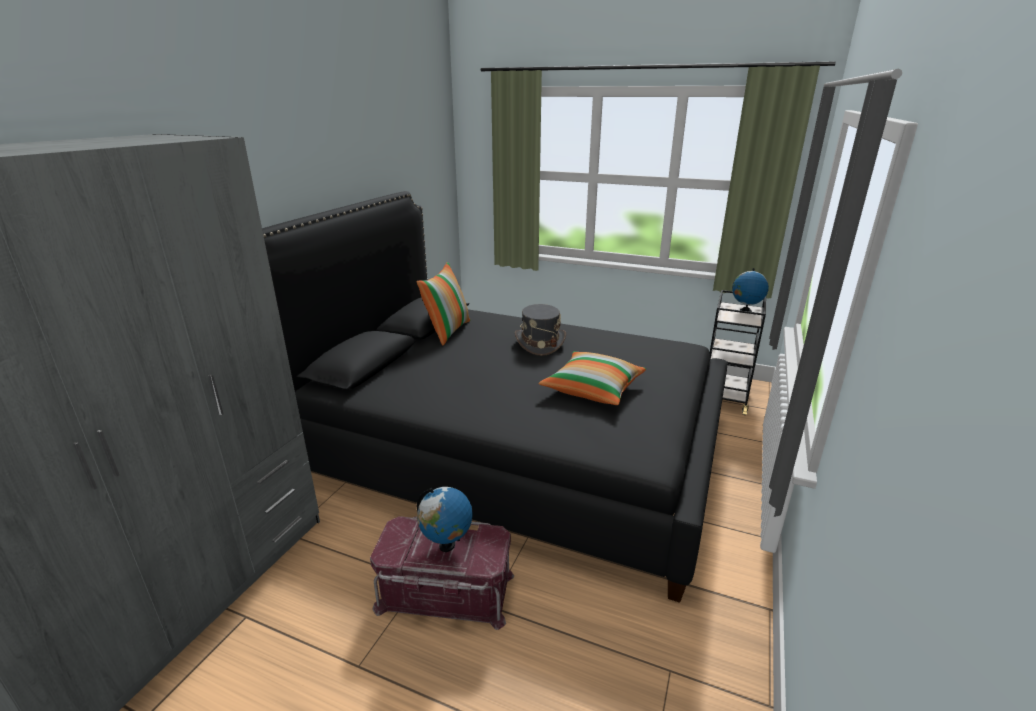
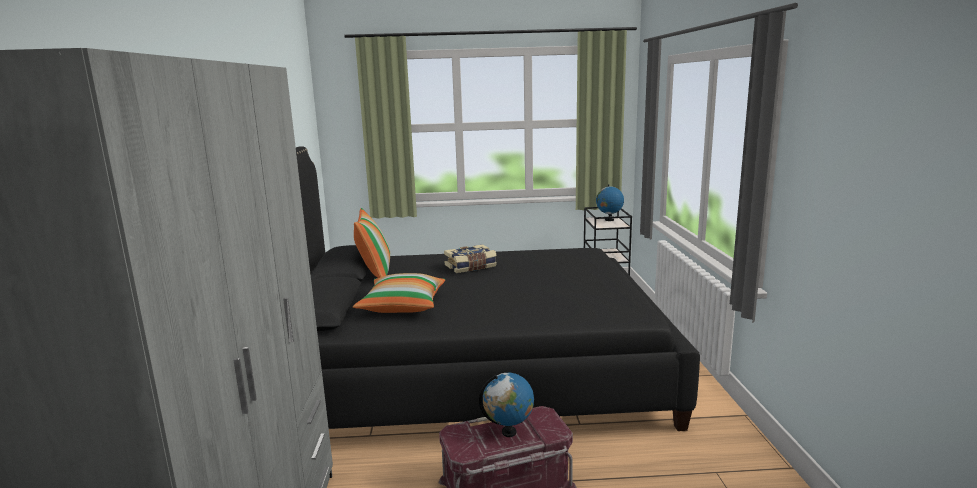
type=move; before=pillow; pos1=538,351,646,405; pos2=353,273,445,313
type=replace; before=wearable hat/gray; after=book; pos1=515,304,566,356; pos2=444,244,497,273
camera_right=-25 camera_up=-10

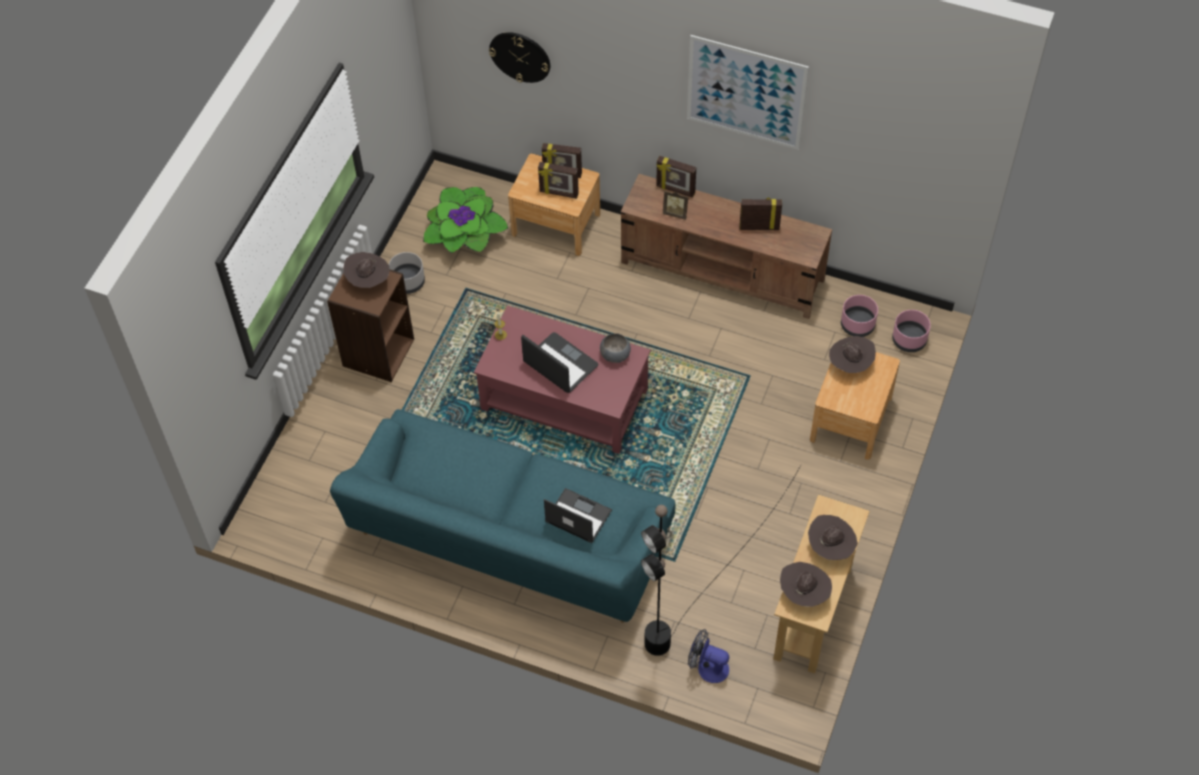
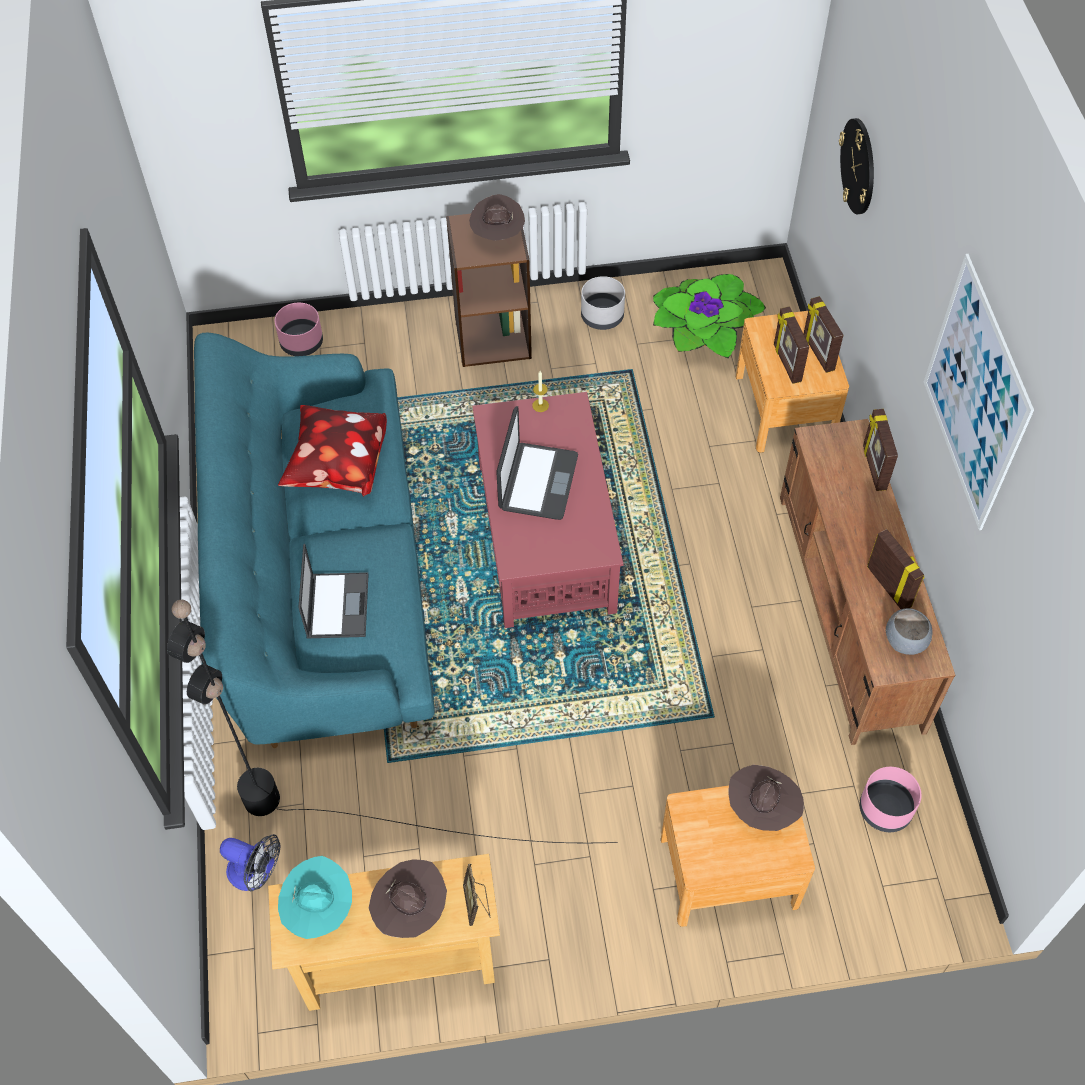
type=rotate; before=electric fan; pos1=688,629,729,683; pos2=220,834,281,891; turn=120
type=move; before=plant pot/pink-coloured; pos1=892,310,931,352; pos2=274,303,323,356
type=insert; after=pillow; pos2=278,405,387,497
type=recolor; before=wearable hat/brown-coloured; after=wearable hat/turquoise-coloured; pos1=780,562,832,607; pos2=278,856,352,939
type=move; before=standing frame; pos1=663,191,688,220; pos2=463,864,490,926
type=move; before=bowl/gray; pos1=600,333,631,363; pos2=886,608,933,655
camera_right=60 camera_up=0

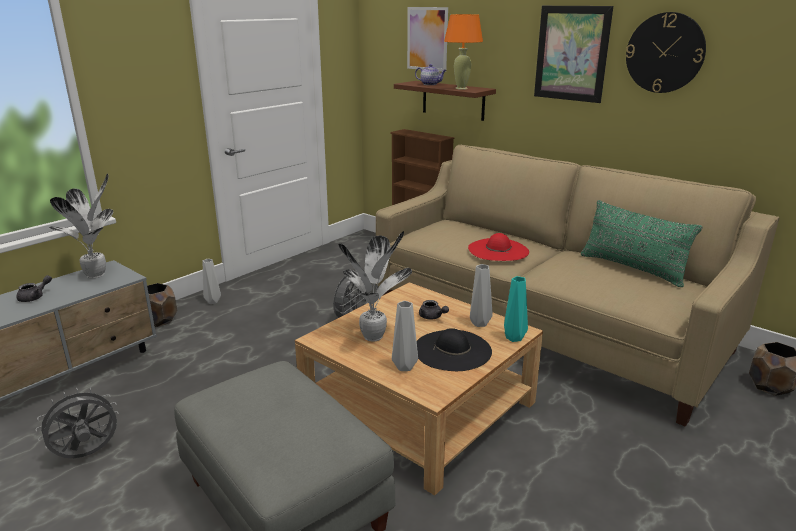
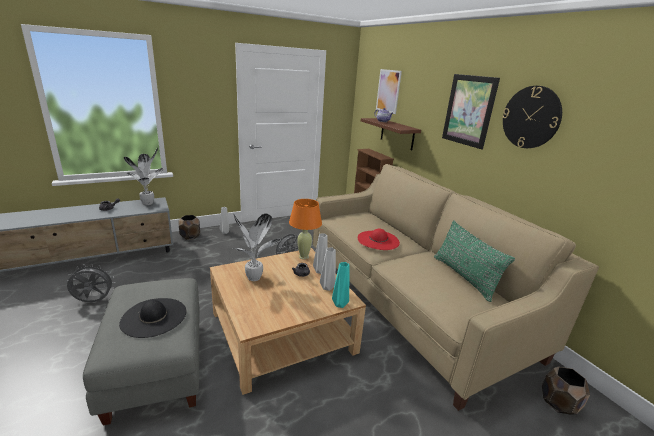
type=move; before=wearable hat/black; pos1=417,328,492,371; pos2=119,298,186,338
type=move; before=table lamp/orangey; pos1=444,14,483,90; pos2=289,199,322,259
type=move; before=decorative vase/gray; pos1=392,301,418,371; pos2=313,233,328,274
camera_right=20 camera_up=0

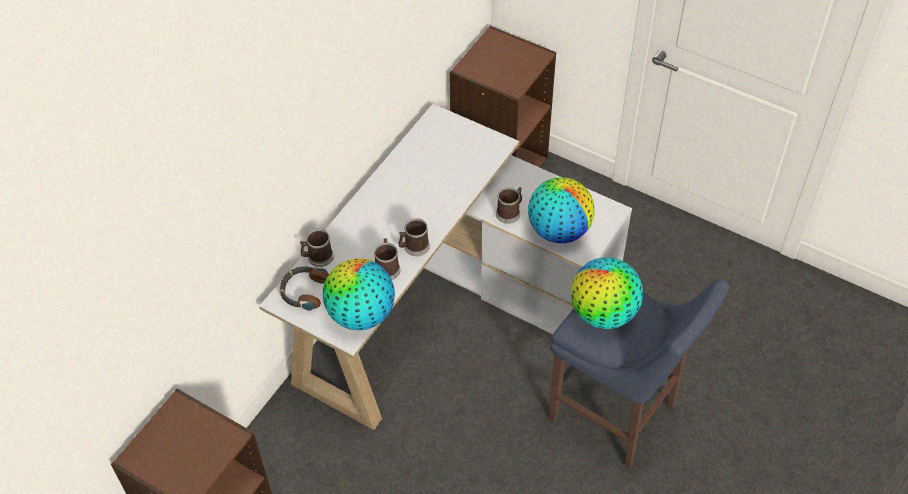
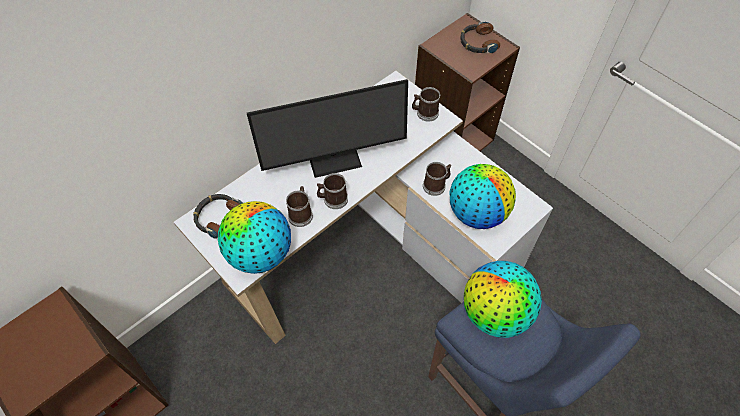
type=insert; after=computer screen; pos2=247,79,408,178
type=move; before=mug; pos1=300,229,334,267; pos2=412,87,441,122
type=insert; after=headphones; pos2=461,21,500,53
camera_right=15 camera_up=5

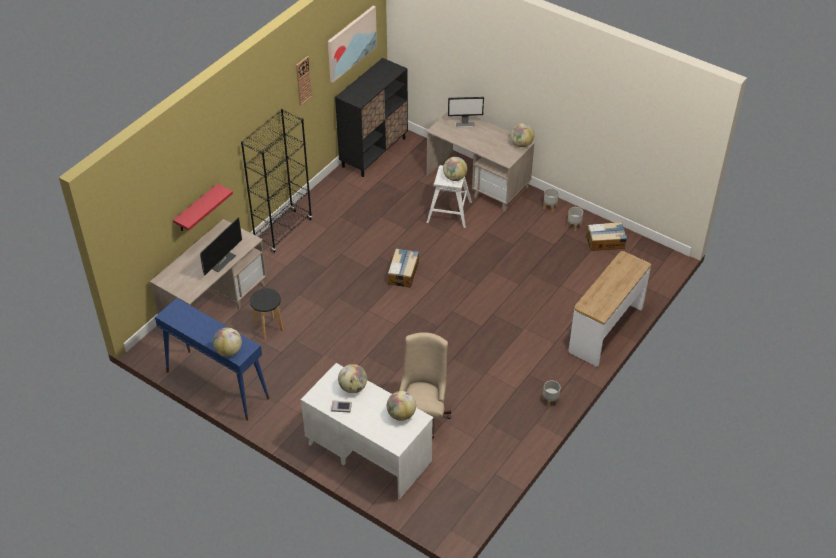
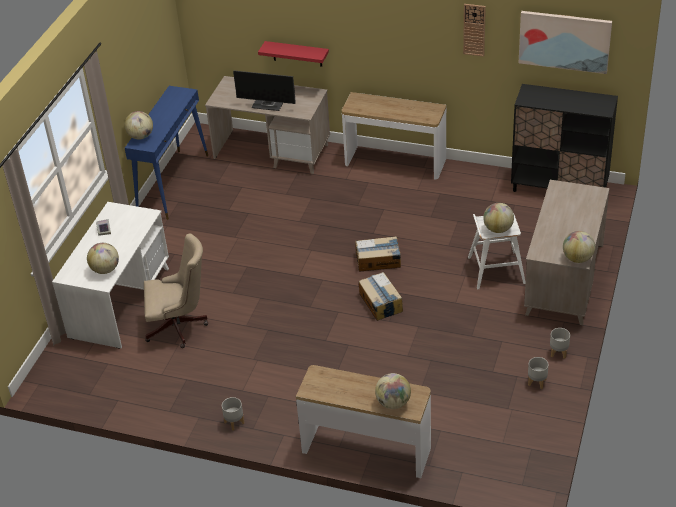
type=replace; before=shelving unit/black; after=console table; pos1=241,109,312,253; pos2=342,92,446,179
type=move; before=cardboard box; pos1=586,222,627,251; pos2=359,272,403,321
type=move; before=desk globe; pos1=338,364,367,393; pos2=375,373,411,409
type=delete; before=stool seat/black; pos1=250,288,283,339
type=delete; before=computer screen; pos1=448,97,484,127
camera_right=75 camera_up=-5

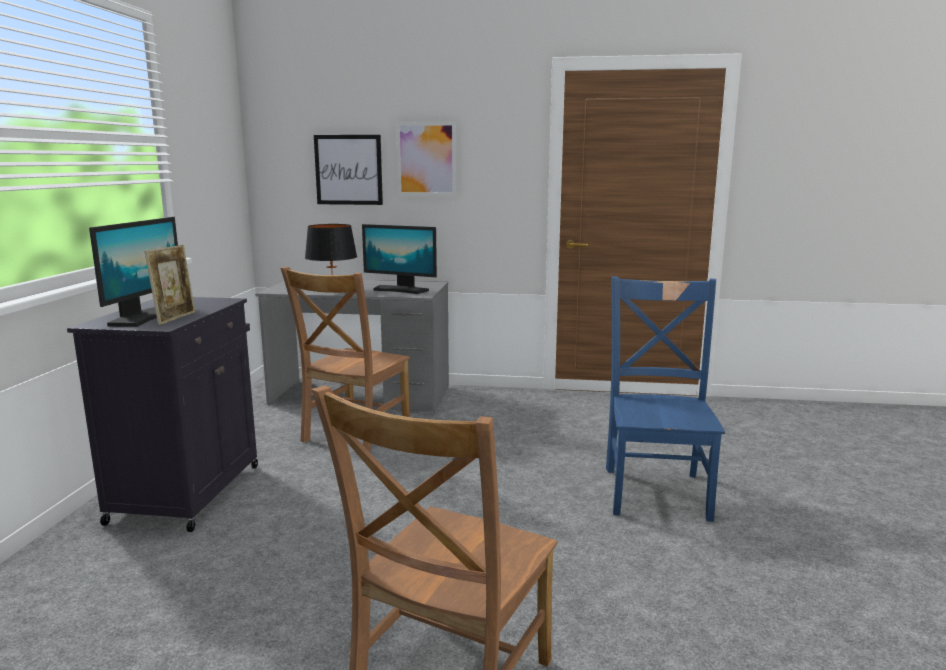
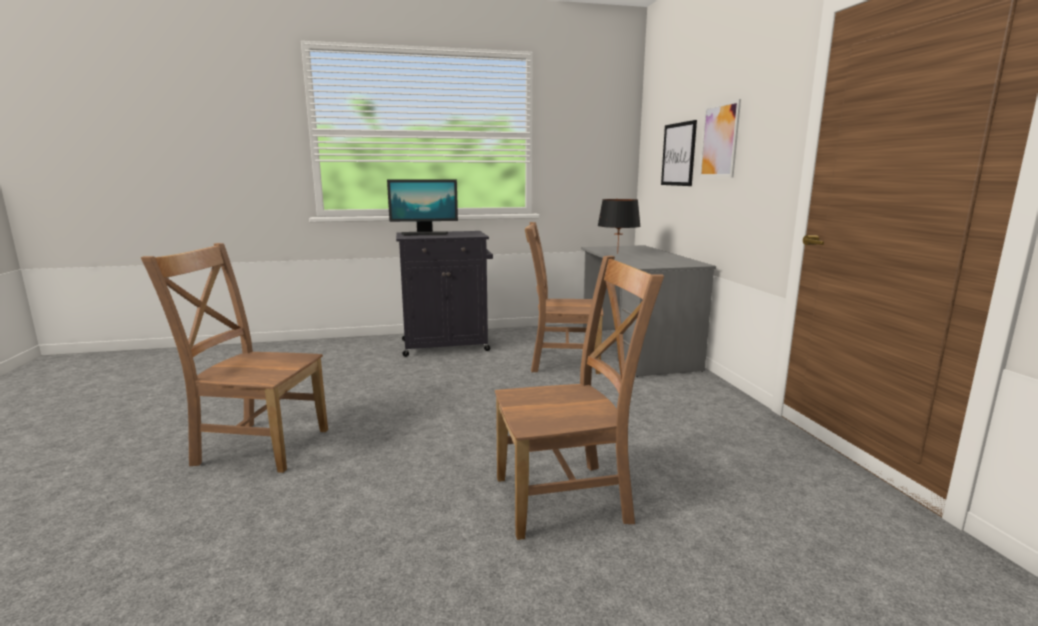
type=recolor; before=plain chair/bluish; after=plain chair/brown-coloured; pos1=606,276,725,522; pos2=495,256,664,540
type=delete; before=standing frame; pos1=145,245,195,325
type=delete; before=computer screen; pos1=362,224,437,294
camera_right=70 camera_up=0

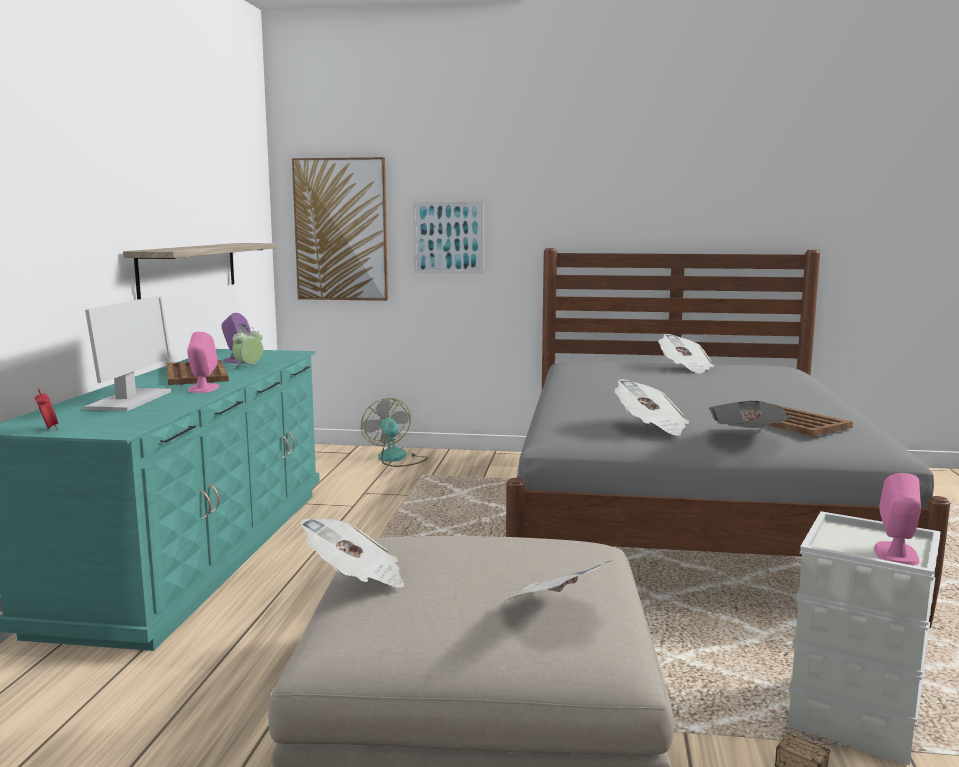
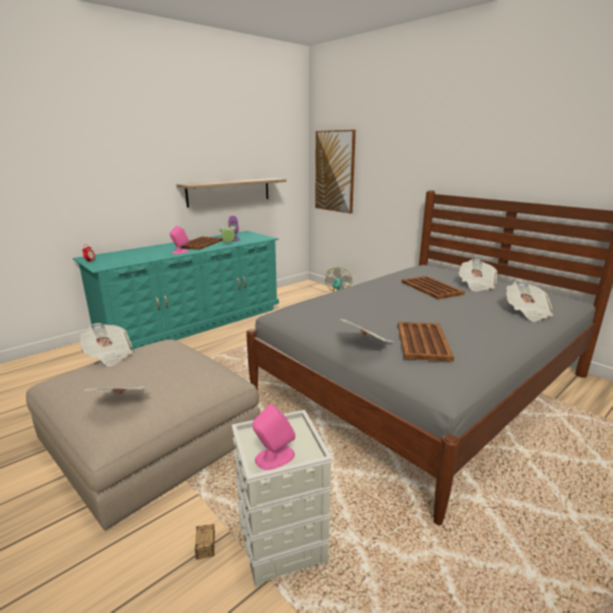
type=insert; after=carrying tray/brown-coloured; pos2=402,276,465,299
type=move; before=printed paper; pos1=615,379,689,436; pos2=506,281,553,322
type=delete; before=computer screen; pos1=84,295,171,411
type=delete; before=wall picture; pos1=413,202,483,274
camera_right=40 camera_up=10

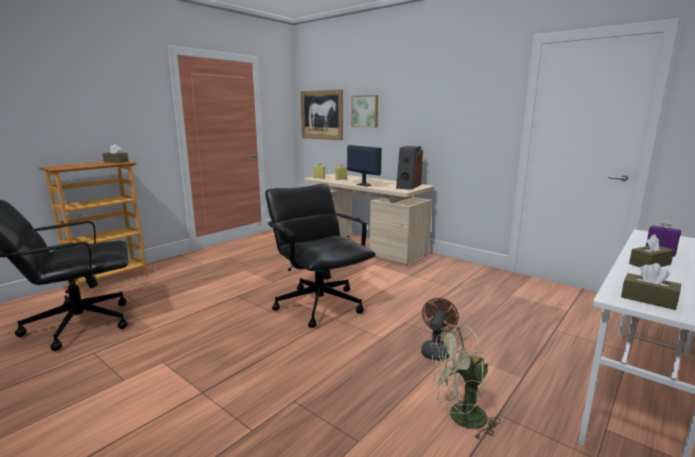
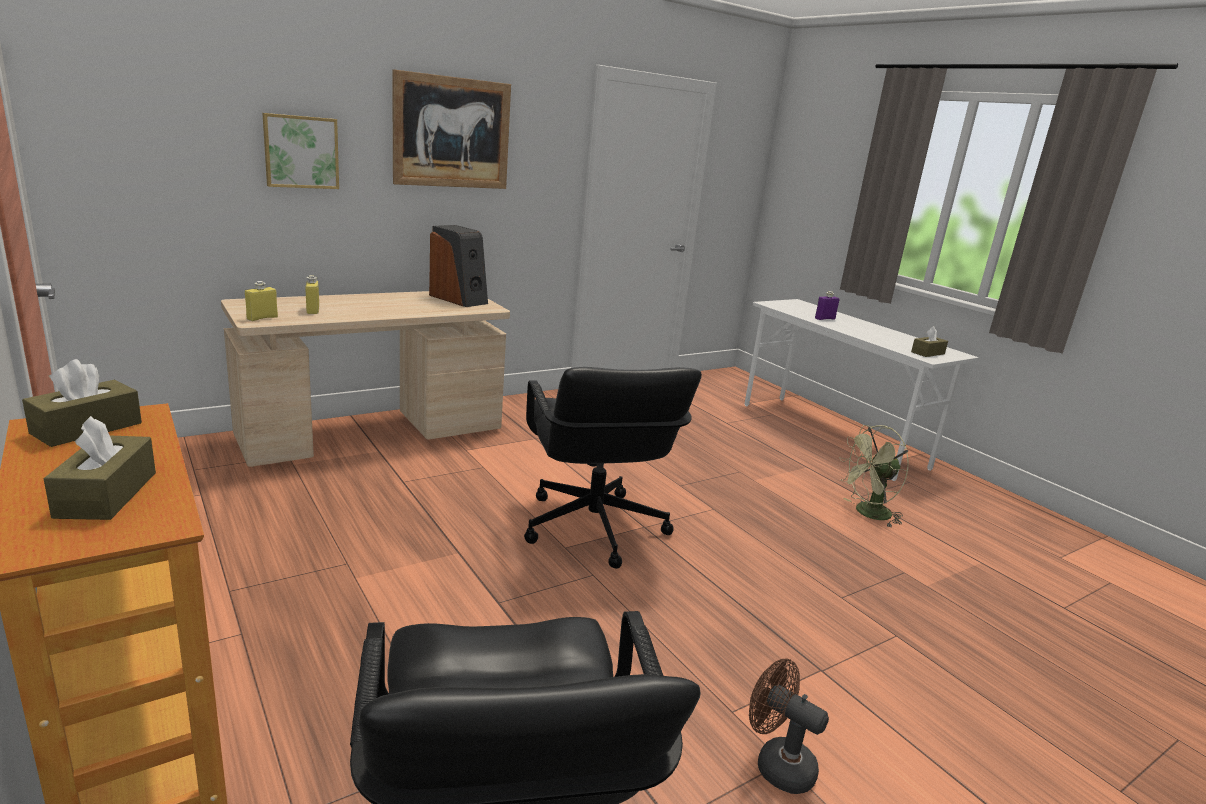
type=move; before=tissue holder/brown-coloured; pos1=629,234,674,268; pos2=43,416,156,520
type=move; before=wall picture; pos1=301,89,343,140; pos2=392,69,511,189
type=rotate; before=office chair/black; pos1=265,184,376,328; pos2=524,367,702,569; turn=-90
type=move; before=electric fan/brown-coloured; pos1=421,298,459,361; pos2=749,658,829,794
type=rotate; before=electric fan/green; pos1=432,325,501,441; pos2=839,425,909,528; turn=60
type=delete; before=computer screen; pos1=347,145,382,187
camera_right=-75 camera_up=5

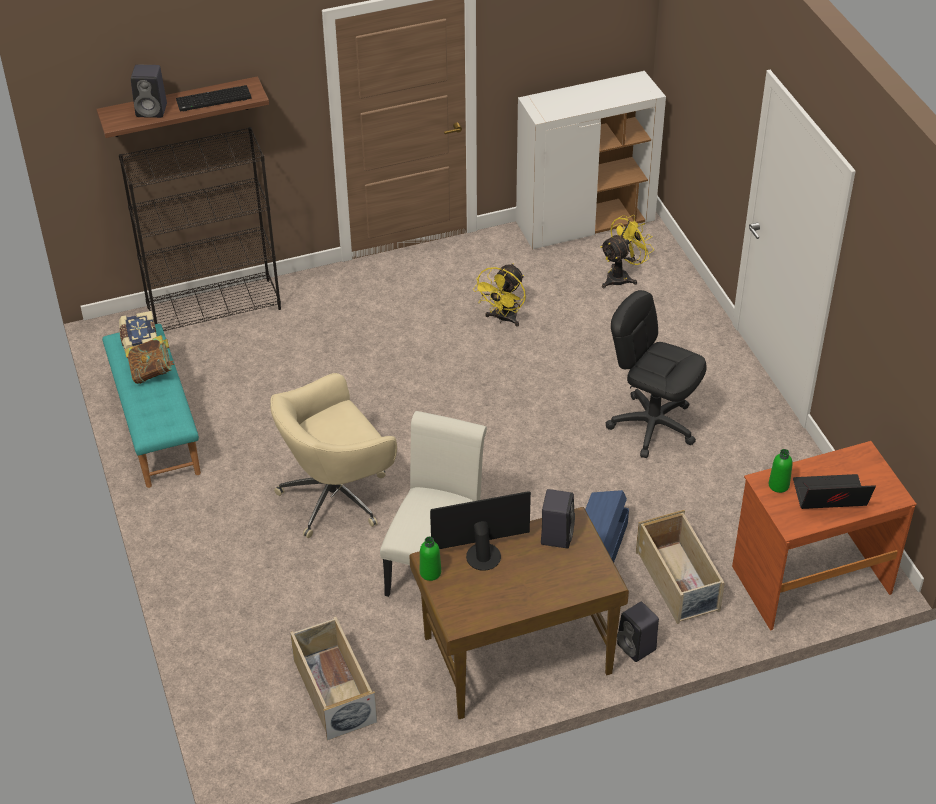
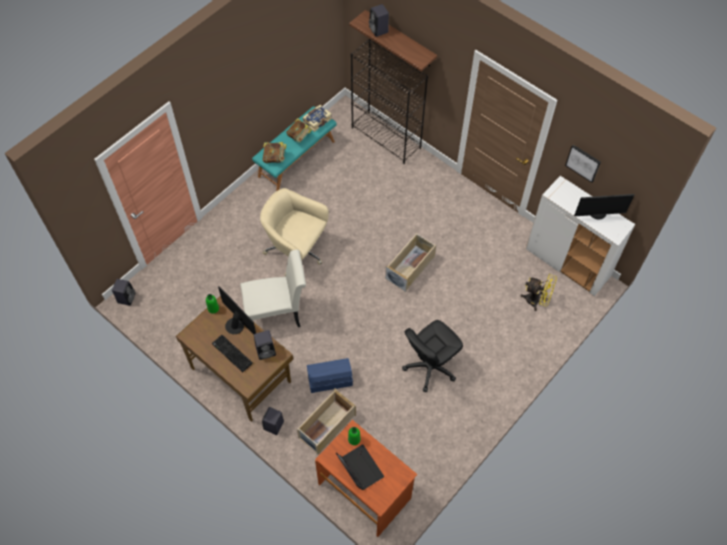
type=insert; after=loudspeaker/black; pos2=112,279,135,306
type=move; before=keyboard; pos1=176,85,251,112; pos2=212,335,253,372
type=insert; after=book; pos2=263,142,287,163
type=move; before=storage bin/sand-coloured; pos1=290,617,377,740; pos2=385,233,436,292
type=rotate; before=office chair/black; pos1=606,290,707,458; pos2=402,320,463,392; turn=-135
type=insert; after=wall picture; pos2=565,145,601,183
type=insert; after=computer screen; pos2=574,194,635,220
type=delete; before=electric fan/yellow; pos1=473,263,526,327
camera_right=60 camera_up=15

